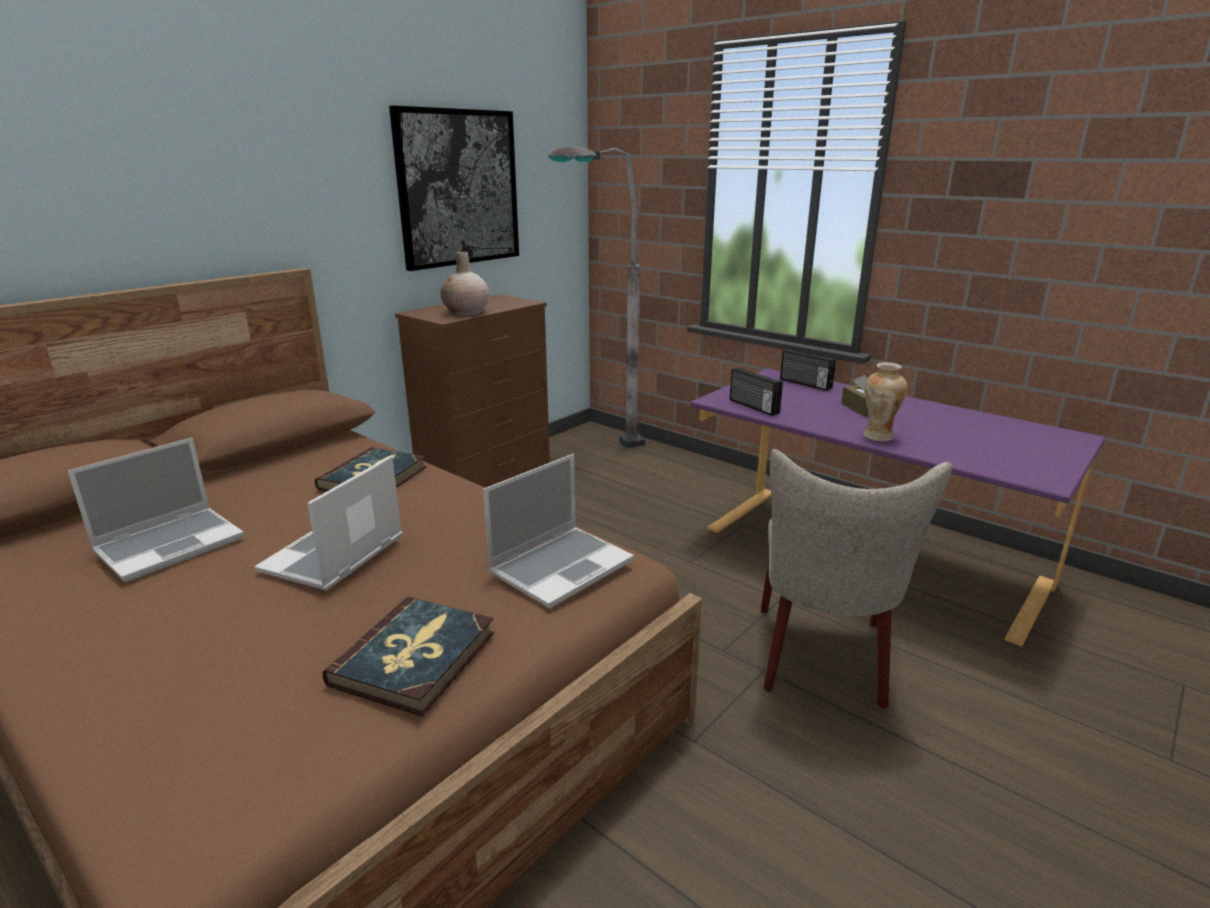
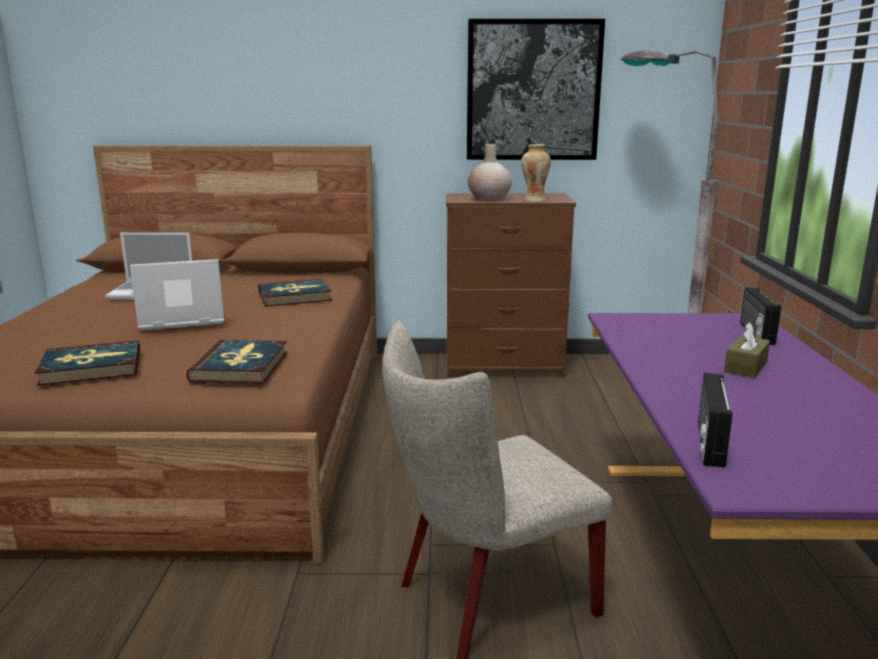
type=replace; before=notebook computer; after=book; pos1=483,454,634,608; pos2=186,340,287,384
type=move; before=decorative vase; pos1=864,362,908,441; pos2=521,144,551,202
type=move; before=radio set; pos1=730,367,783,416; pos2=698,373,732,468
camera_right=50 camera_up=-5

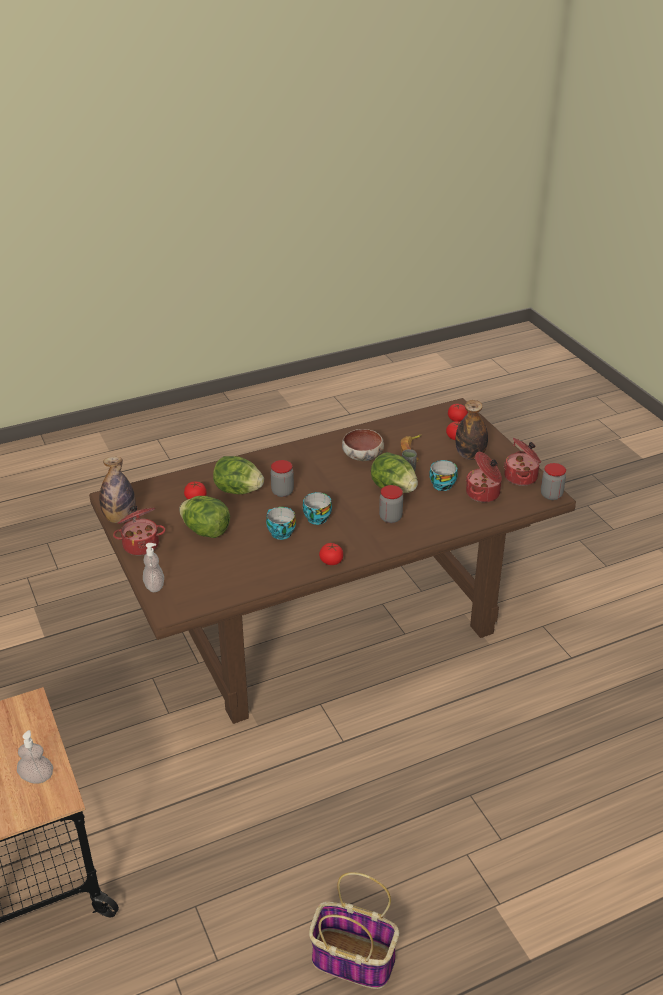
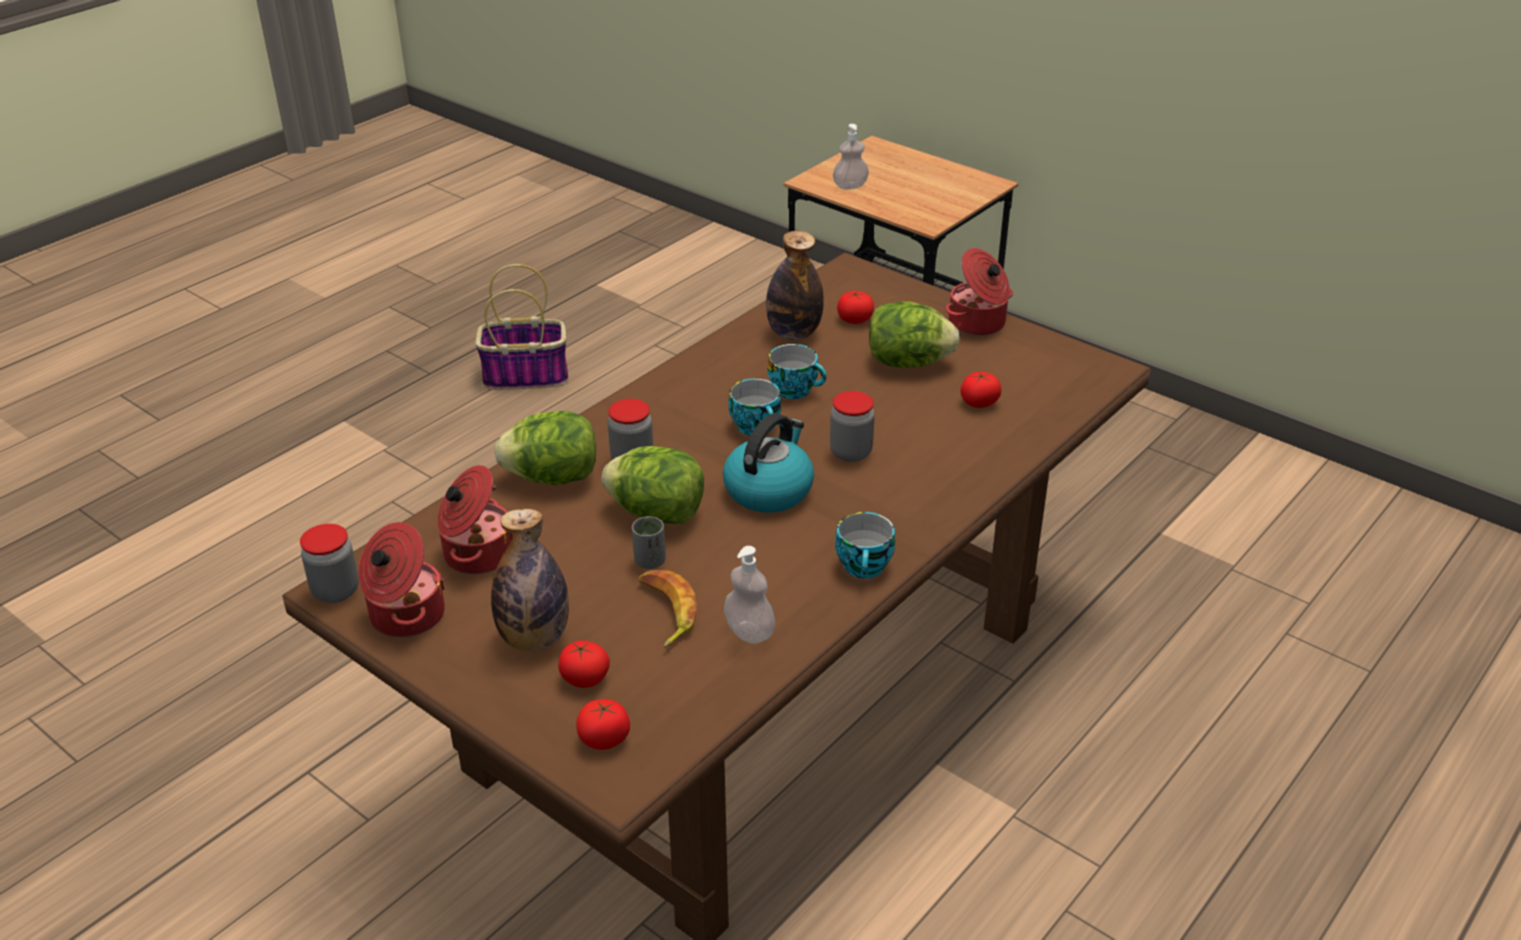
type=move; before=lettuce head; pos1=213,456,264,494; pos2=495,411,596,485
type=insert; after=kettle; pos2=723,413,814,513
type=move; before=soap dispenser; pos1=143,543,164,592; pos2=724,546,775,644
type=move; before=drink bottle; pos1=100,457,135,523; pos2=766,231,824,340
type=move; before=small cup; pos1=429,460,458,491; pos2=835,512,895,578
type=move; before=fresh tomato; pos1=319,543,343,565; pos2=837,290,874,324
type=delete; before=bowl; pos1=342,429,384,461
camera_right=155 camera_up=0

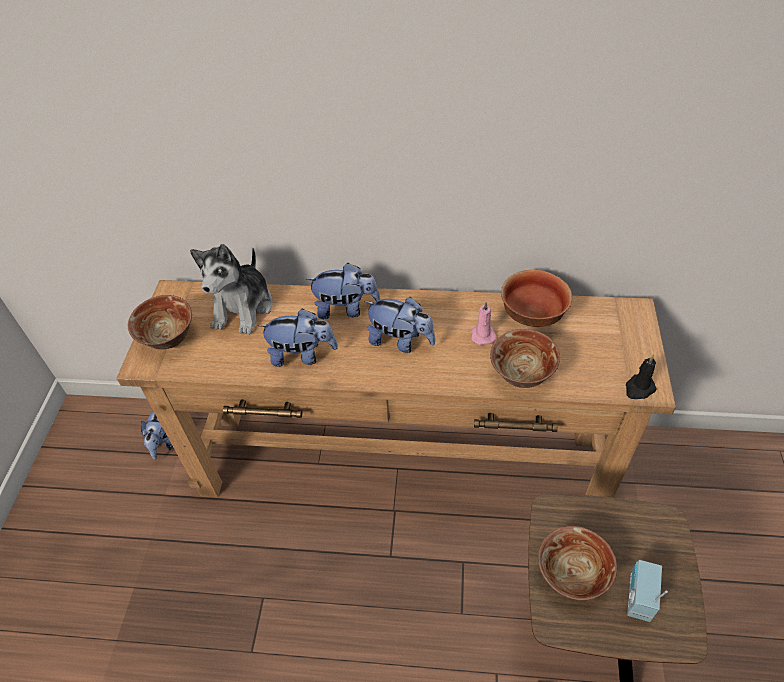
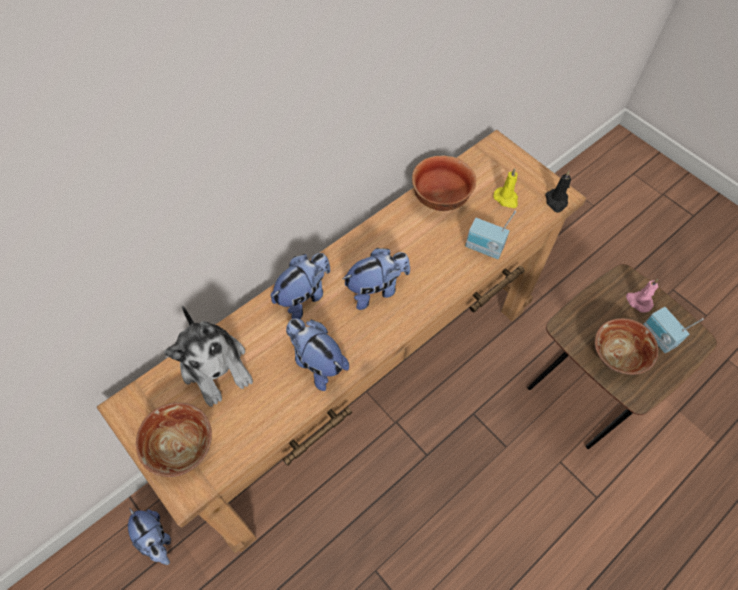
type=rotate; before=soft toy; pos1=258,308,338,367; pos2=286,318,349,391; turn=-90
type=replace; before=bowl; after=radio set; pos1=490,329,560,388; pos2=465,211,516,259
type=insert; after=wax candle/yellow; pos2=493,168,518,208
type=move; before=wax candle/pink-coloured; pos1=471,302,497,345; pos2=626,279,658,313
camera_right=-50 camera_up=10

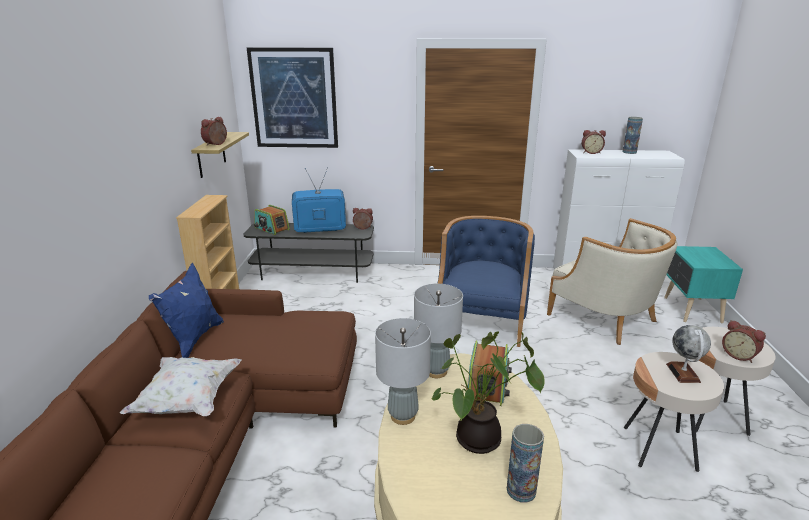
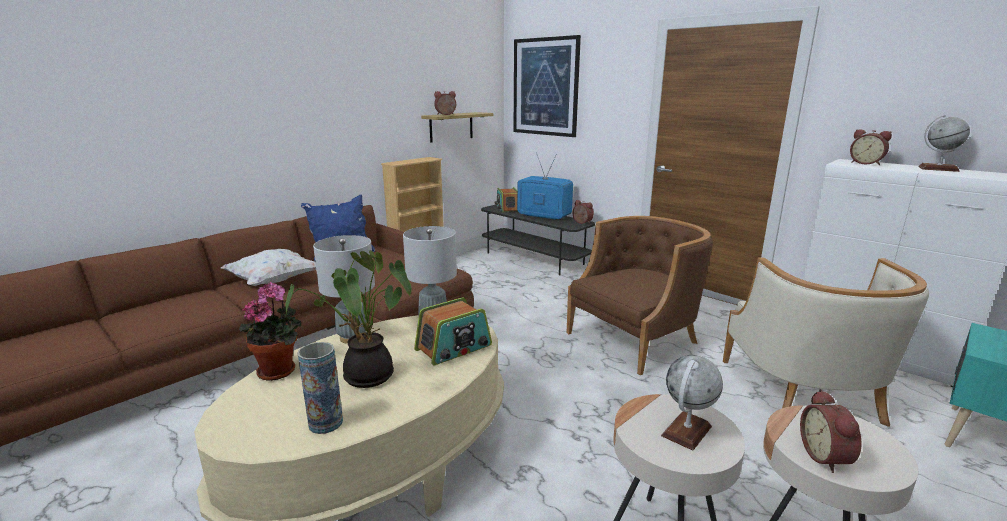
type=insert; after=houseplant; pos2=239,282,301,381
type=recolor; before=easy chair/bluish; after=easy chair/brown-coloured; pos1=438,216,535,347; pos2=567,216,713,375
type=replace; before=decorative vase; after=desk globe; pos1=622,117,643,154; pos2=918,115,970,172
camera_right=40 camera_up=-5

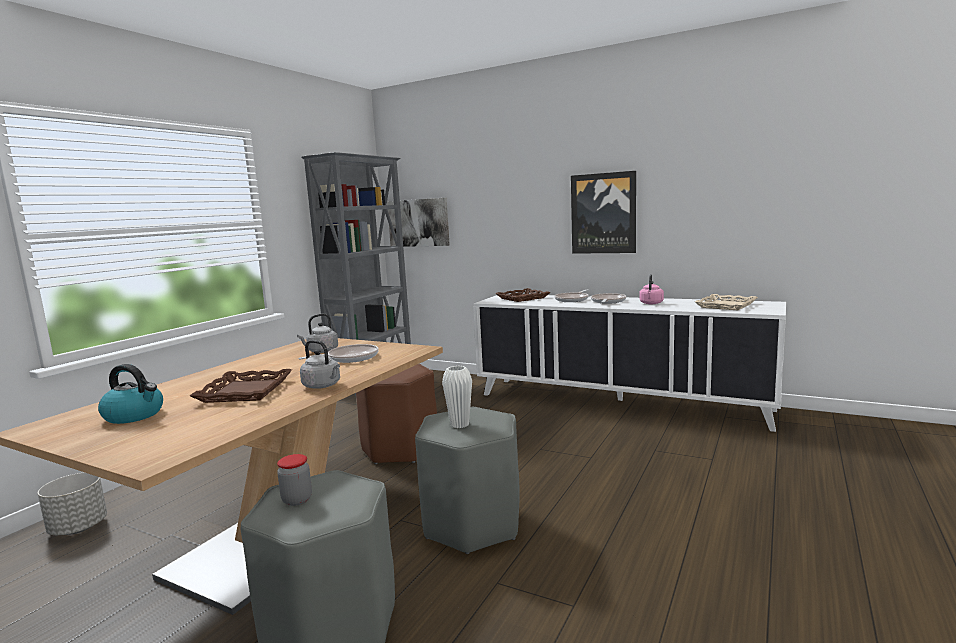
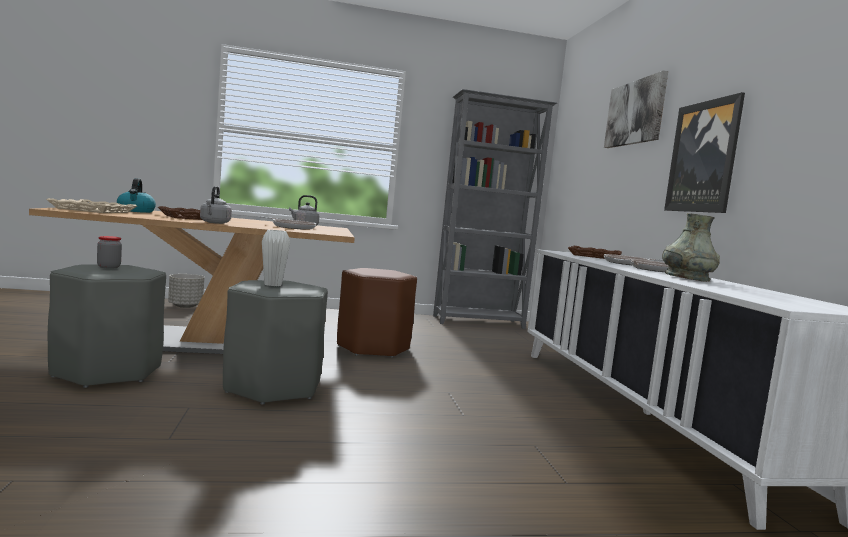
type=move; before=carrying tray/sand-coloured; pos1=695,294,758,310; pos2=46,198,137,213
type=move; before=wall picture; pos1=387,198,450,247; pos2=604,70,668,148
type=replace; before=kettle/pink-coloured; after=decorative vase/gray; pos1=639,274,664,304; pos2=662,213,720,282
camera_right=50 camera_up=-5

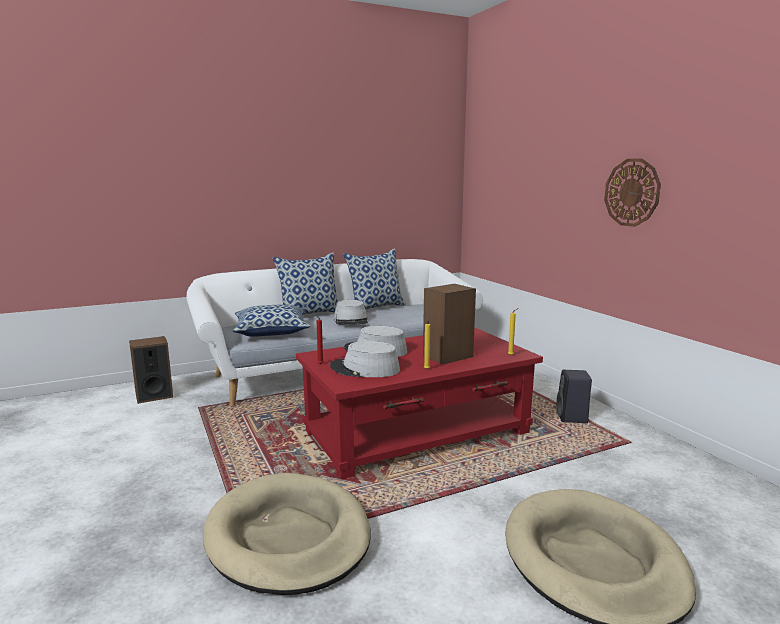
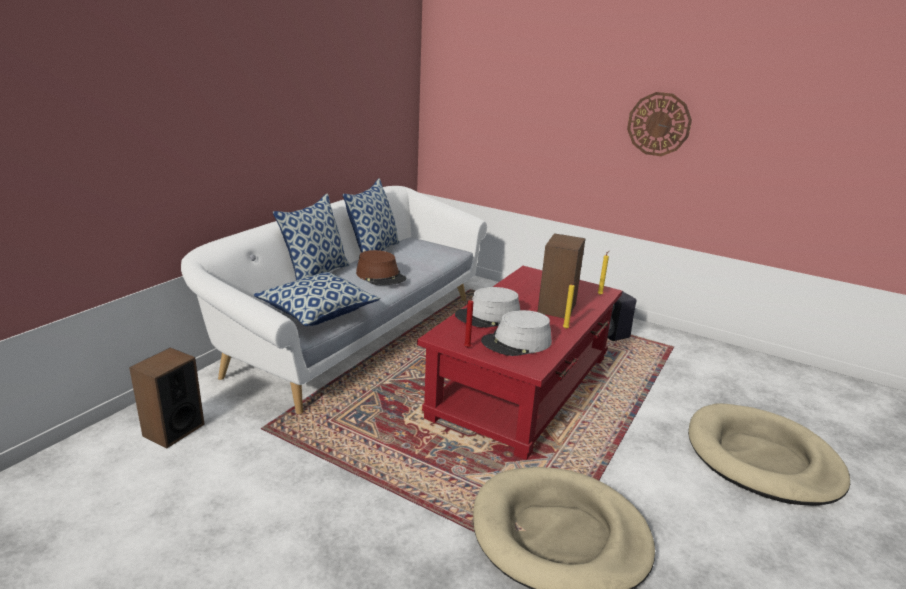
type=recolor; before=wearable hat/gray; after=wearable hat/brown-coloured; pos1=334,300,368,325; pos2=356,250,406,285
camera_right=-35 camera_up=10

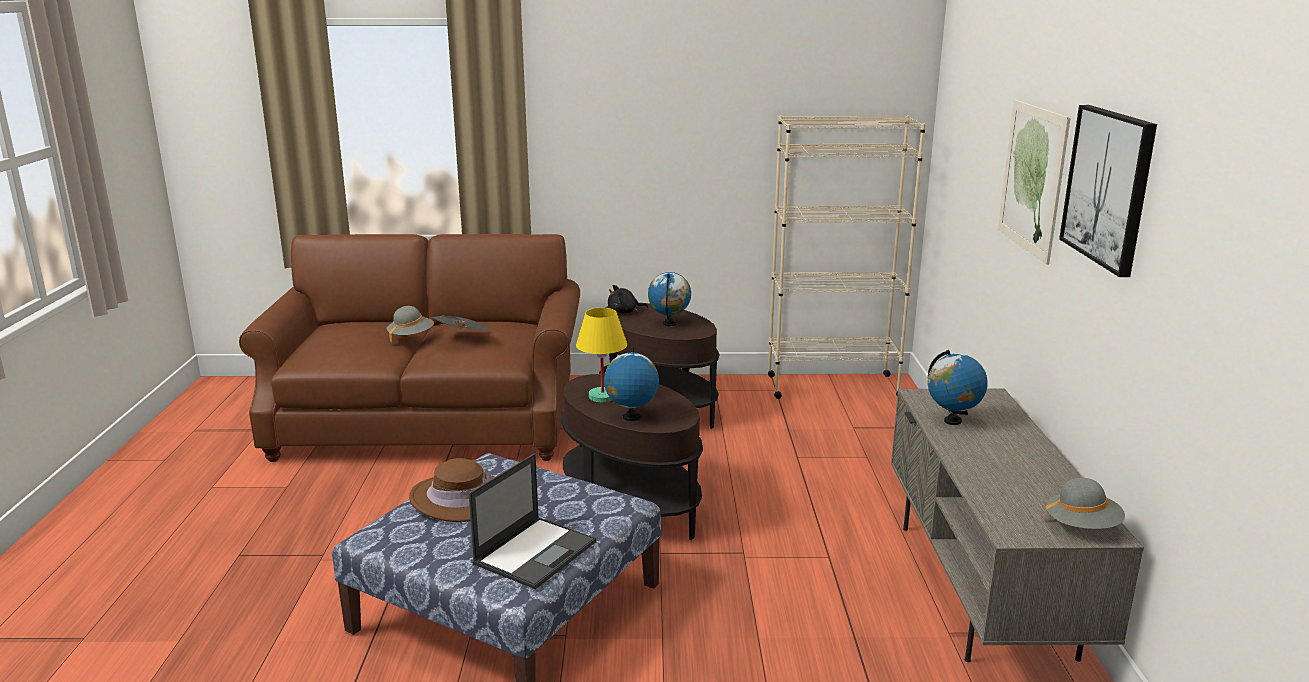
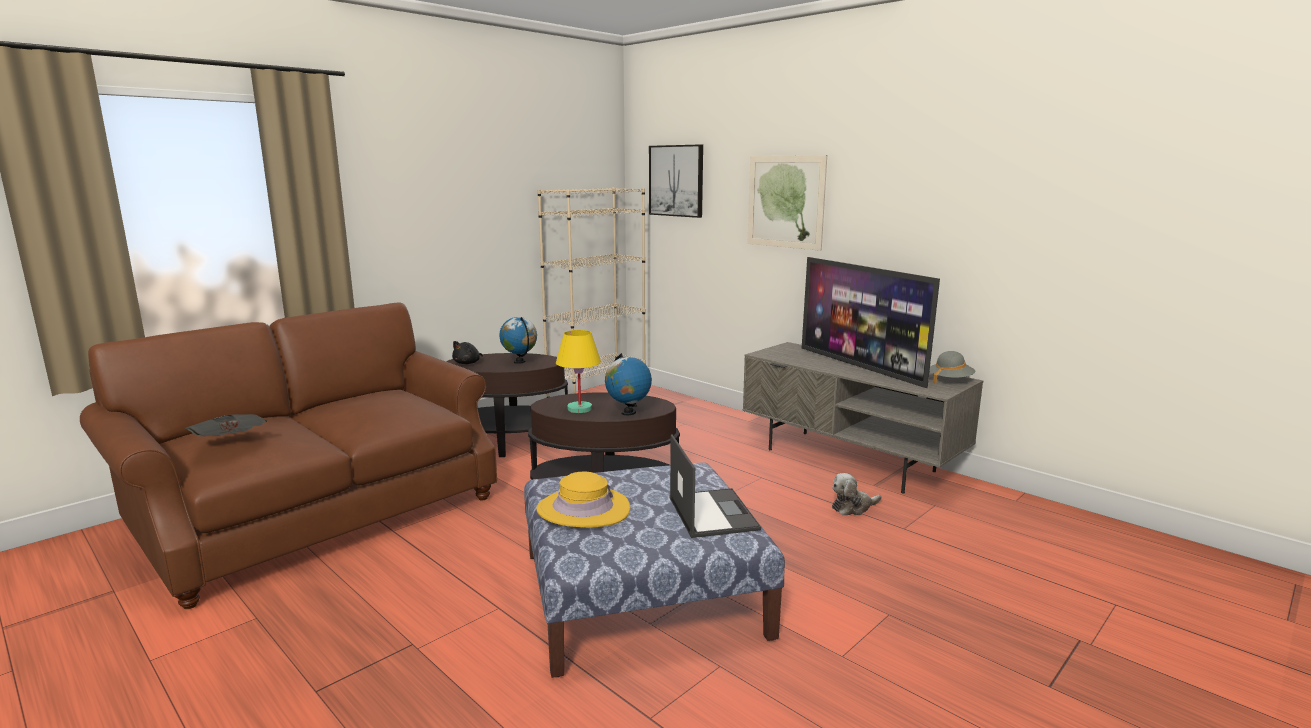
type=move; before=printed paper; pos1=429,316,489,331; pos2=185,414,267,436
type=recolor; before=wearable hat/brown-coloured; after=wearable hat/yellow; pos1=409,458,495,522; pos2=536,472,631,527
type=move; before=wall picture; pos1=1059,105,1157,277; pos2=649,144,703,218
type=insert; after=TV; pos2=802,257,940,388
type=insert; after=soft toy; pos2=832,473,881,516
type=delete; before=wearable hat/gray; pos1=387,306,434,342
type=delete; before=desk globe; pos1=928,350,988,425
camera_right=-45 camera_up=-5

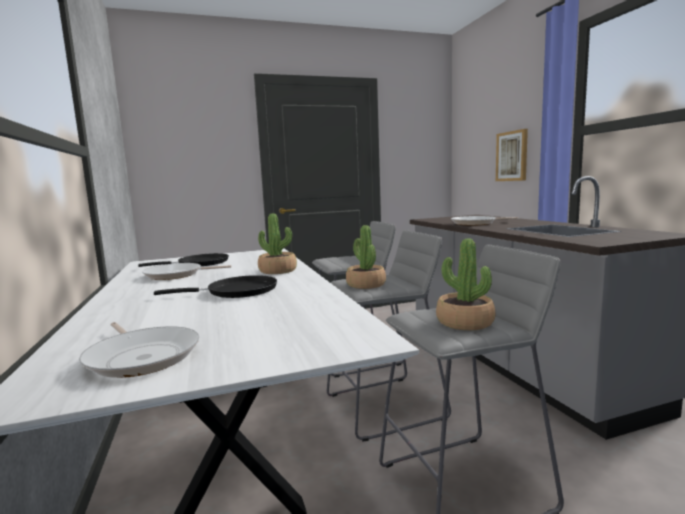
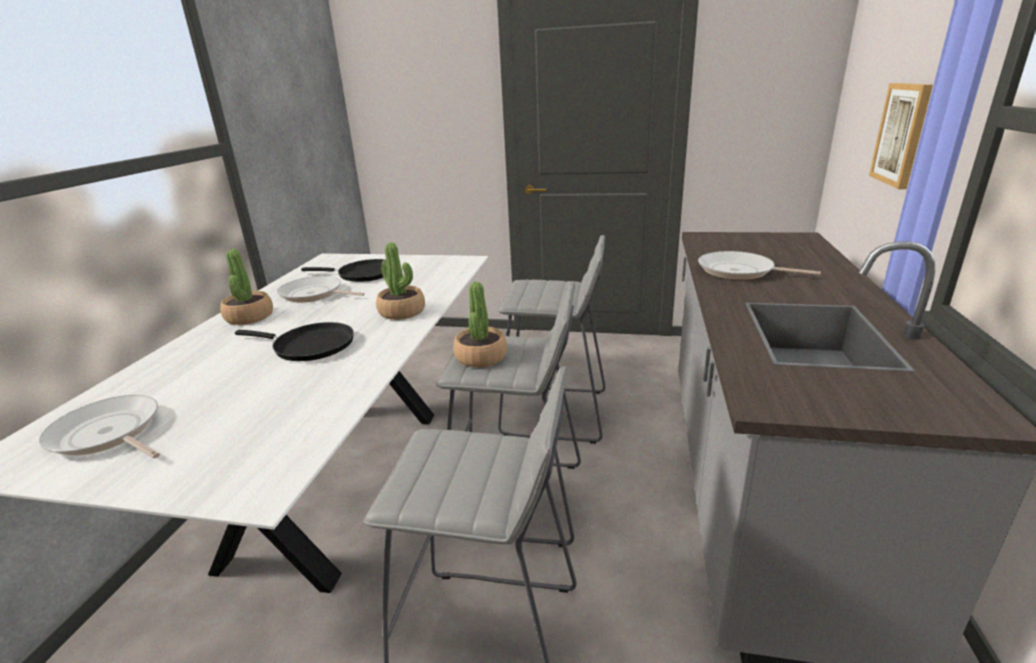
type=rotate; before=skillet; pos1=79,322,199,378; pos2=39,395,160,458; turn=135
type=move; before=houseplant; pos1=436,238,495,330; pos2=220,249,273,325
camera_right=30 camera_up=15

